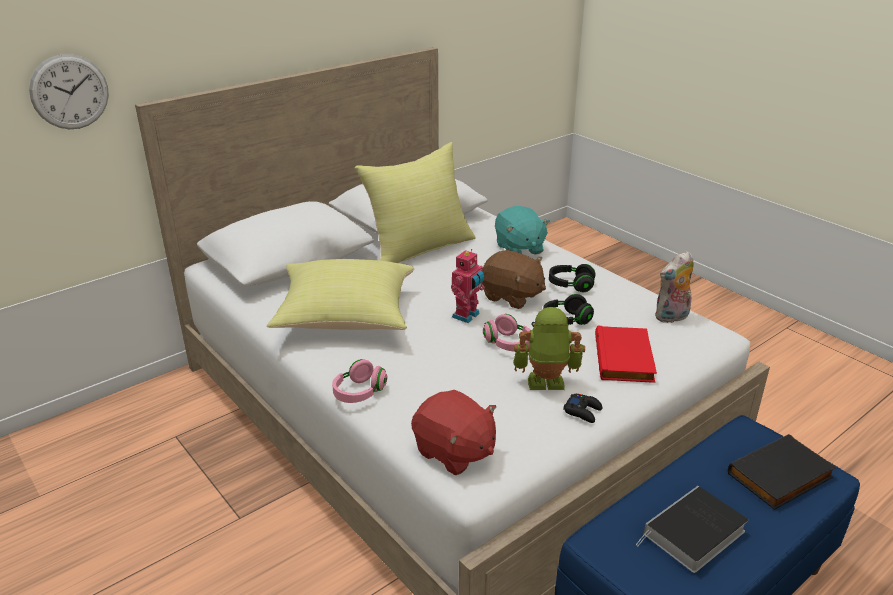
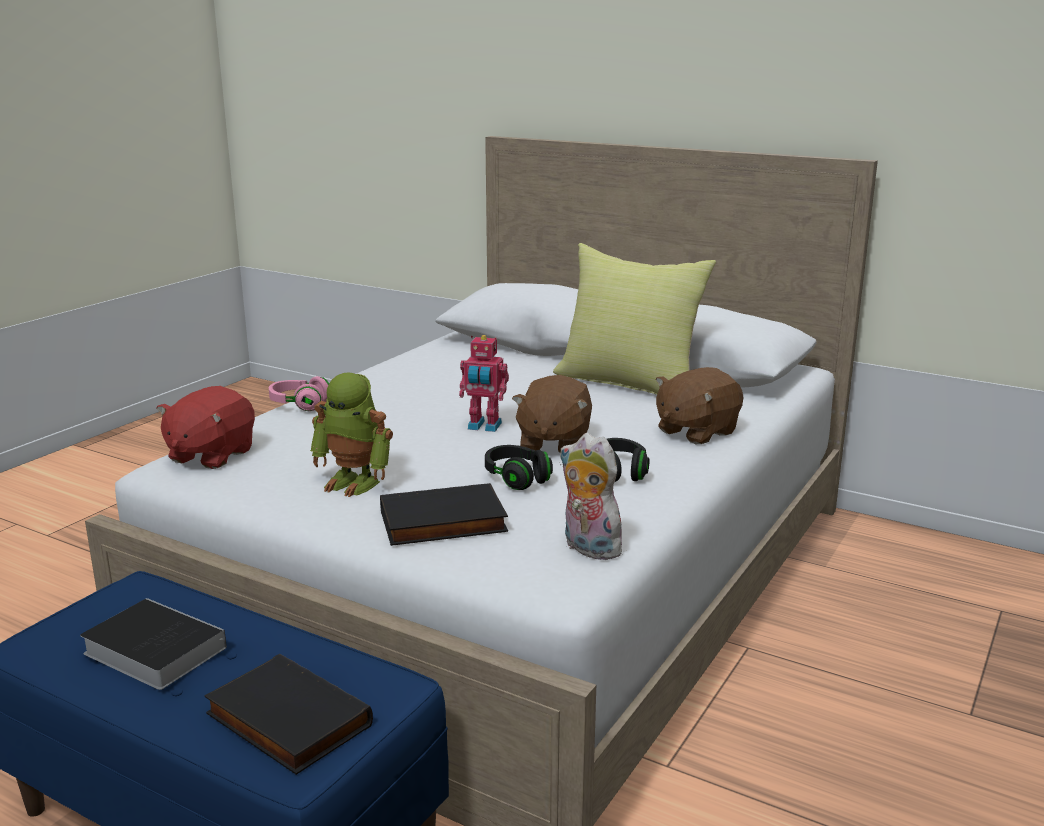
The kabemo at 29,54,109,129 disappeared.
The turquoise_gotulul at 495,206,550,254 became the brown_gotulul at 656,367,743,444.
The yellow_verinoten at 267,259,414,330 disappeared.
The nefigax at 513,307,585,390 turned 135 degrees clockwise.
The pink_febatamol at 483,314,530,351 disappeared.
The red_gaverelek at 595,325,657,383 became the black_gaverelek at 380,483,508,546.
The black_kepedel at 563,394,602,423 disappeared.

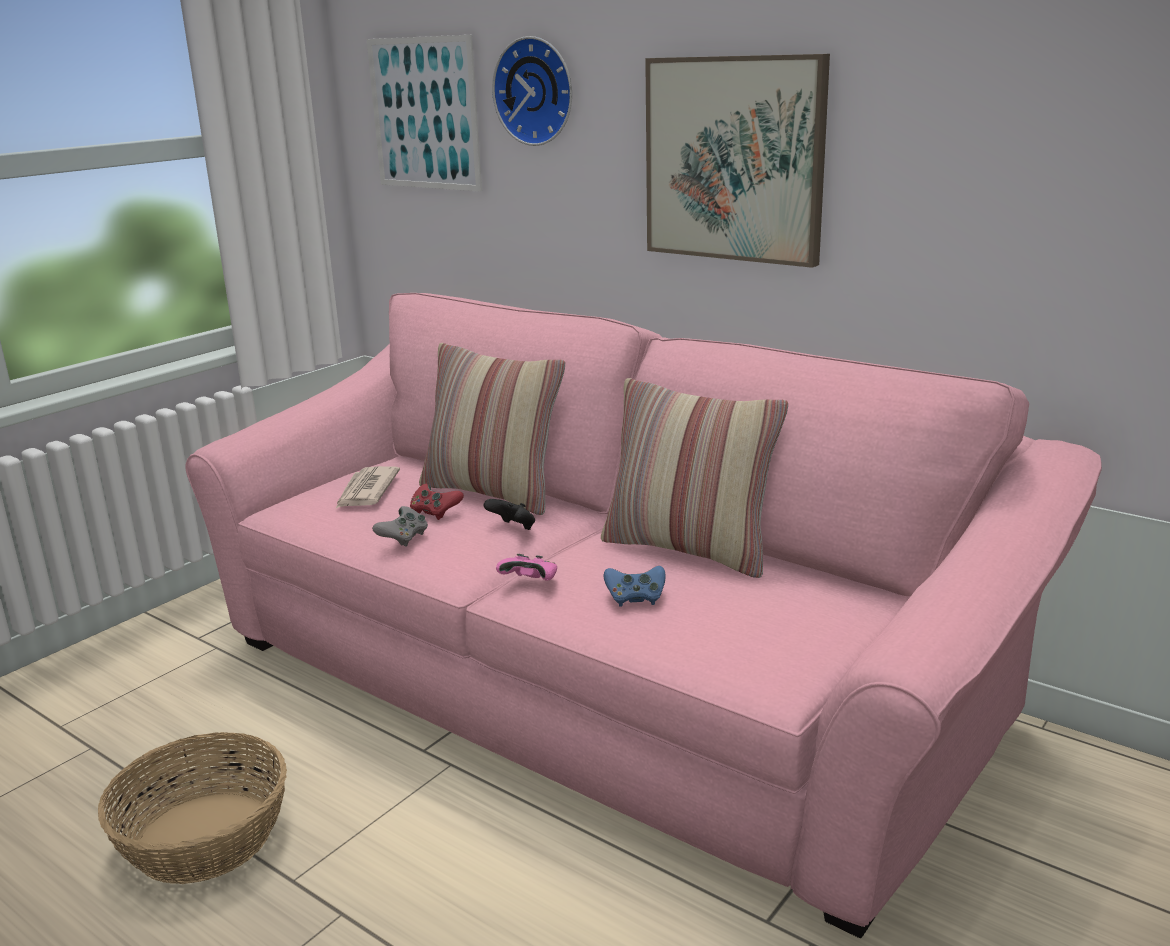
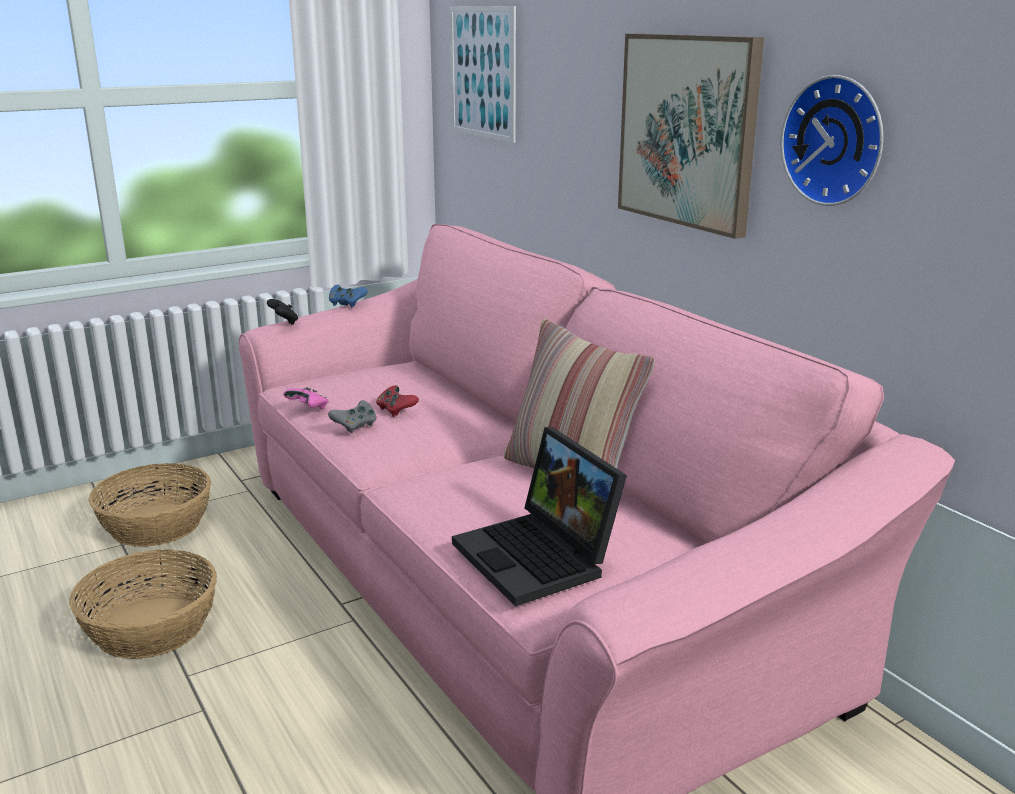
The kabemo moved from 492,36,572,146 to 781,75,883,206.
The verinoten at 419,343,565,515 disappeared.
The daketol at 335,466,400,509 disappeared.
The black_kepedel moved from 484,499,535,530 to 267,299,298,325.
The pink_kepedel moved from 496,554,557,581 to 283,387,329,409.
The blue_kepedel moved from 604,566,665,606 to 329,285,368,308.
The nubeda at 452,427,627,606 appeared.
The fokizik at 88,463,211,547 appeared.

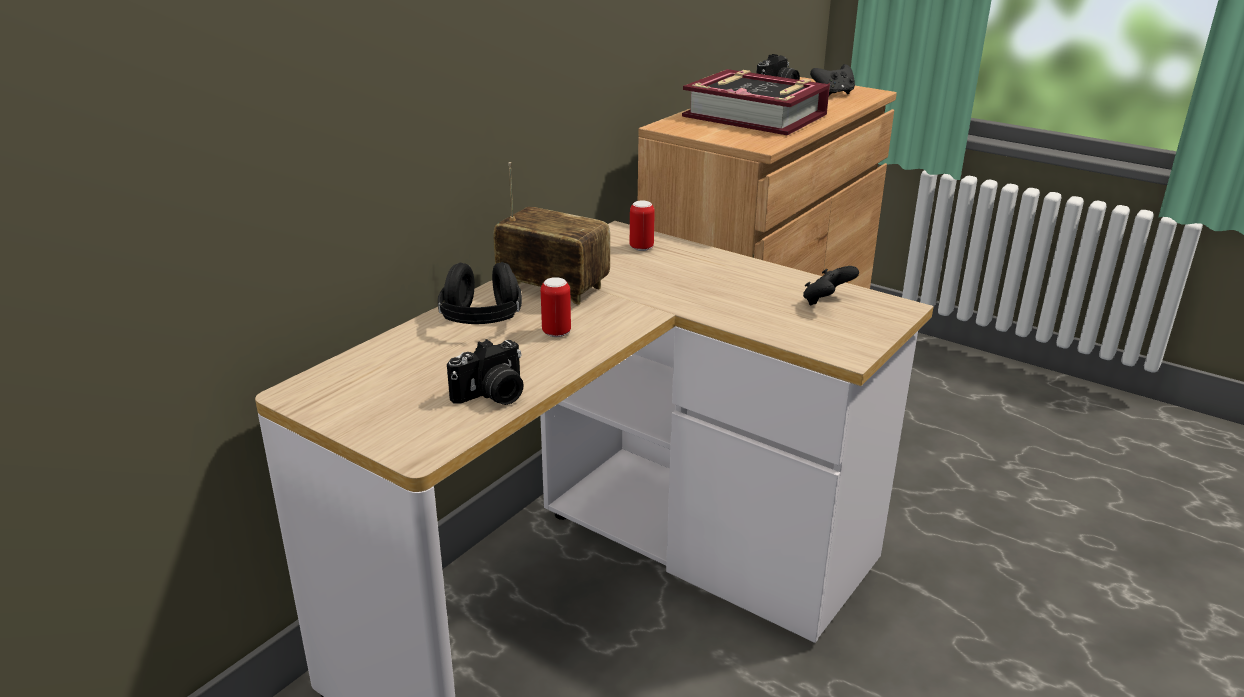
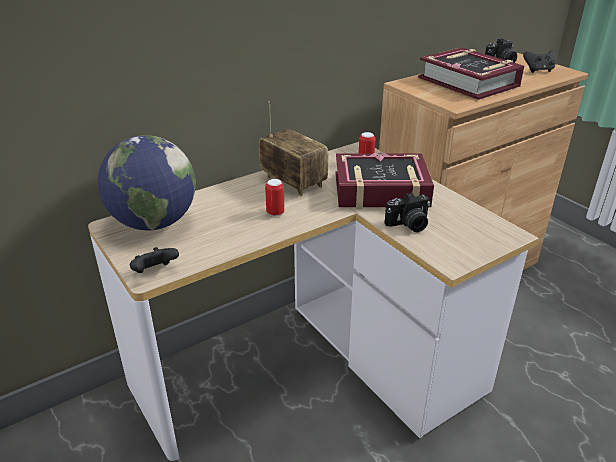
The black_febatamol at 438,262,522,324 disappeared.
The black_kepedel moved from 803,266,859,305 to 130,247,179,273.
The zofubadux moved from 447,339,524,405 to 384,192,430,232.
The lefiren at 98,135,196,231 appeared.
The gaverelek at 335,153,434,209 appeared.

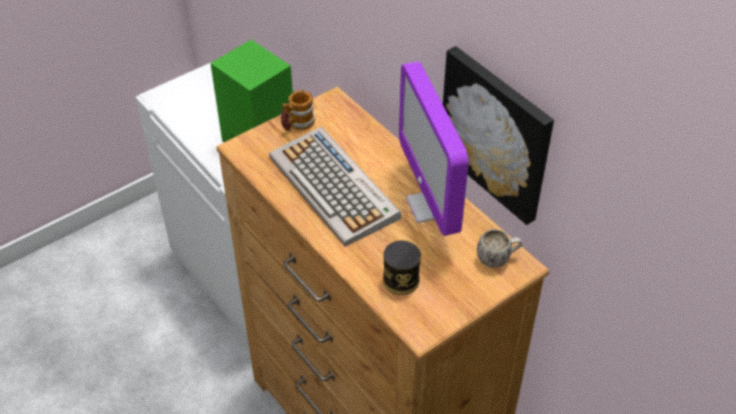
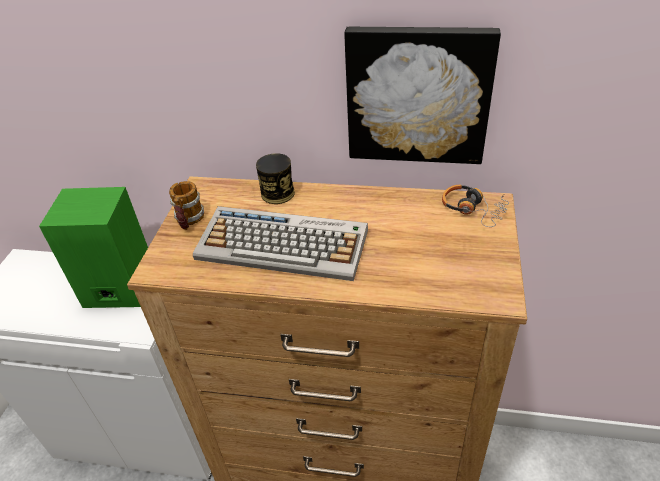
The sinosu at 399,61,469,236 disappeared.
The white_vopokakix at 477,229,522,268 was replaced by the febatamol at 442,184,509,227.
The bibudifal moved from 383,240,421,295 to 256,153,295,204.

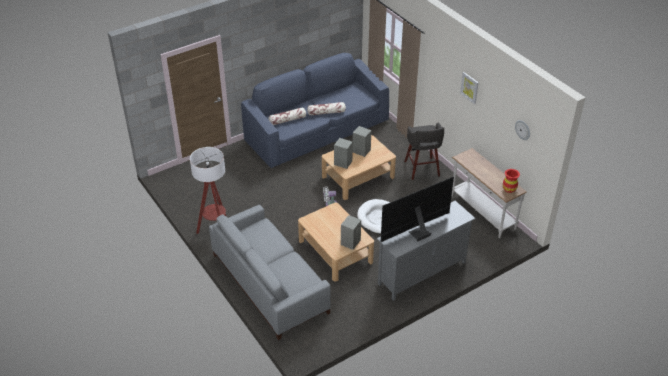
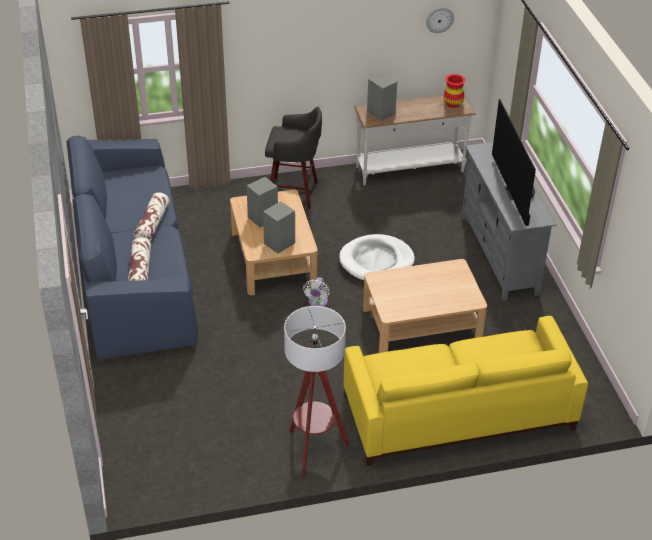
The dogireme at 460,72,479,104 disappeared.
The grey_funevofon at 209,205,331,340 became the yellow_funevofon at 343,316,588,466.
The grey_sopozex moved from 341,215,361,250 to 367,73,397,121.

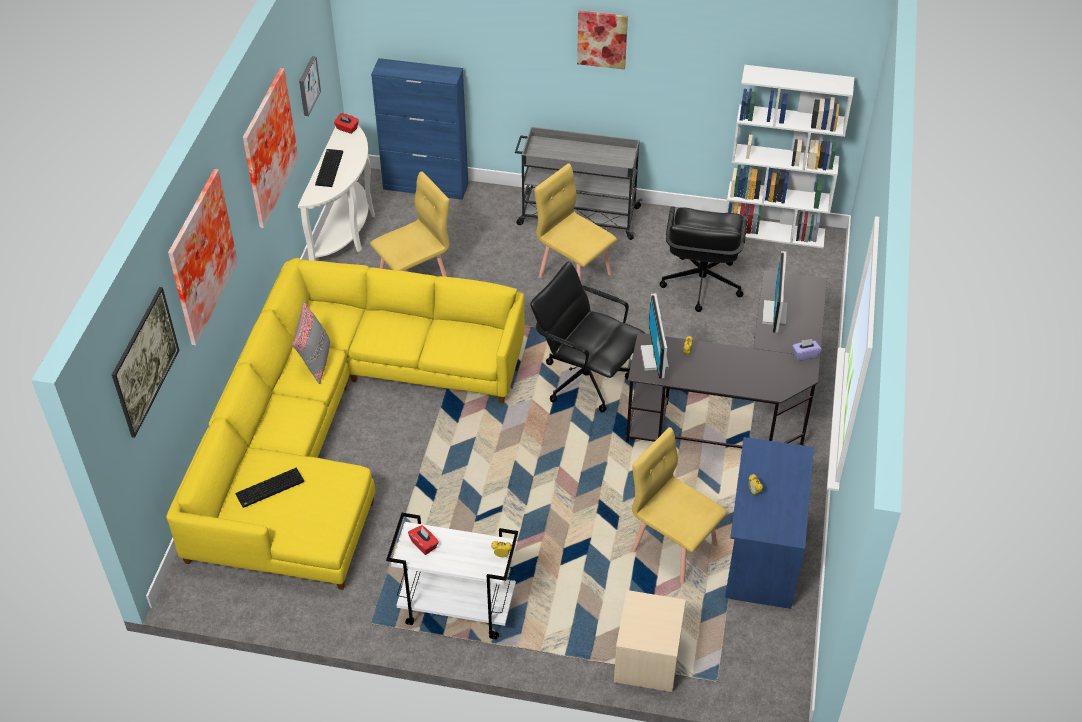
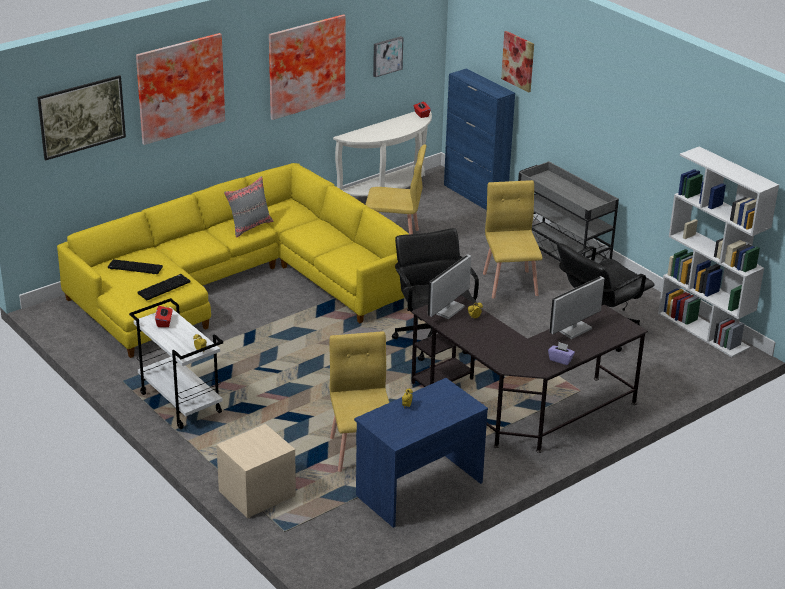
The dogireme moved from 577,11,628,70 to 501,31,534,93.
The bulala moved from 315,149,343,187 to 138,274,190,300.

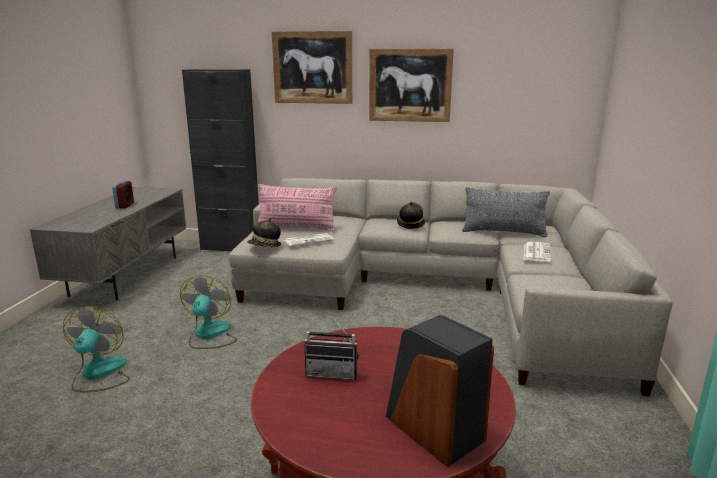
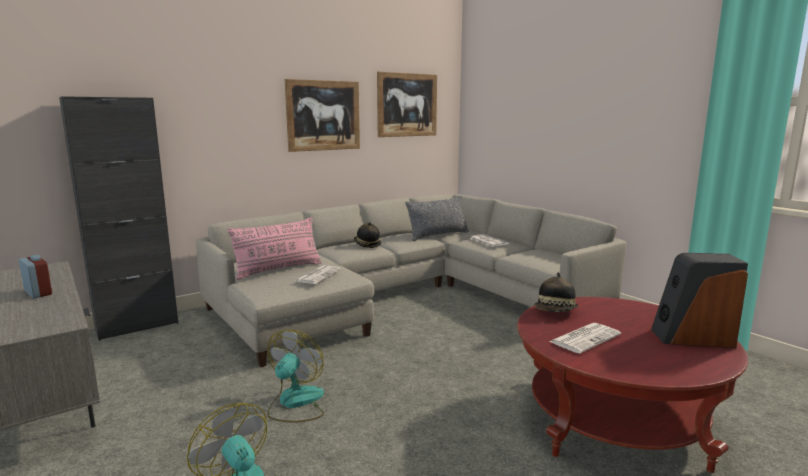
The dogireme moved from 272,31,352,104 to 377,72,437,137.
The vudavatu moved from 247,218,281,247 to 535,272,579,312.
The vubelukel at 180,275,237,349 turned 60 degrees clockwise.
The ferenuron at 304,312,359,380 was replaced by the daketol at 549,323,621,354.

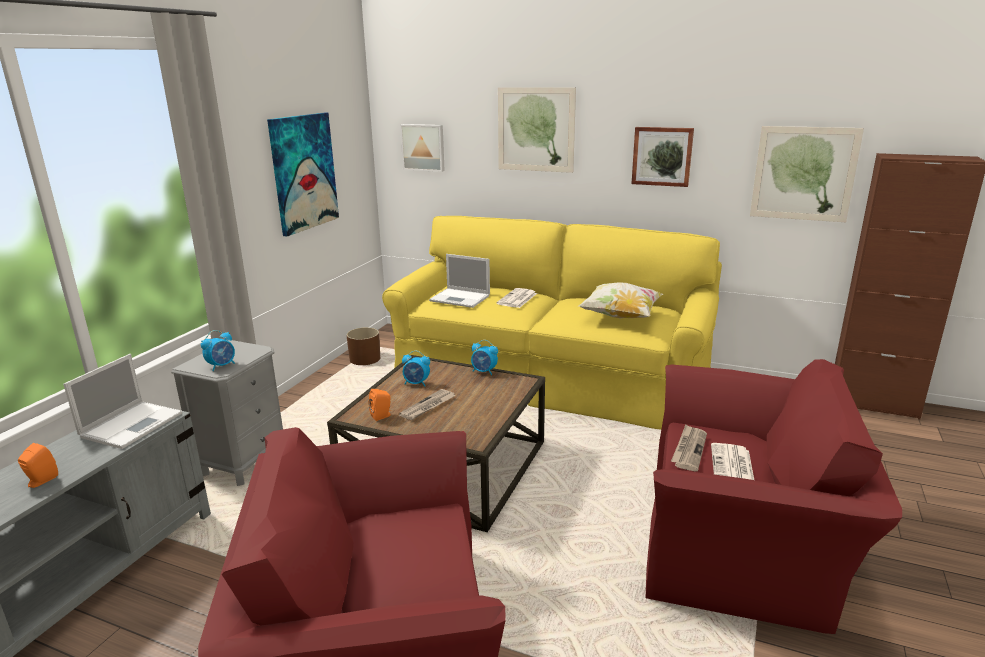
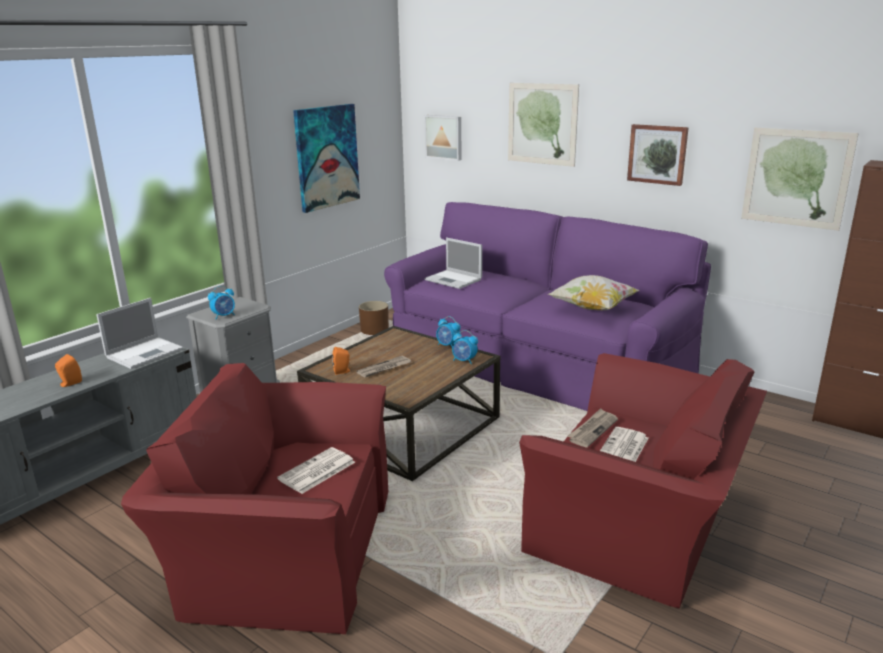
The yellow_funevofon at 382,216,722,430 became the purple_funevofon at 384,202,711,411.
The daketol moved from 497,288,537,308 to 277,447,355,494.
The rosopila moved from 402,351,430,386 to 452,330,478,364.

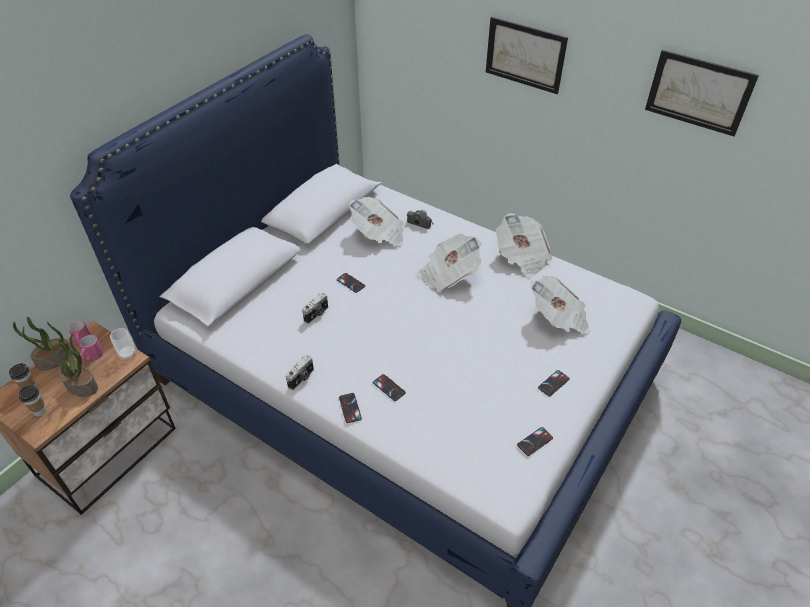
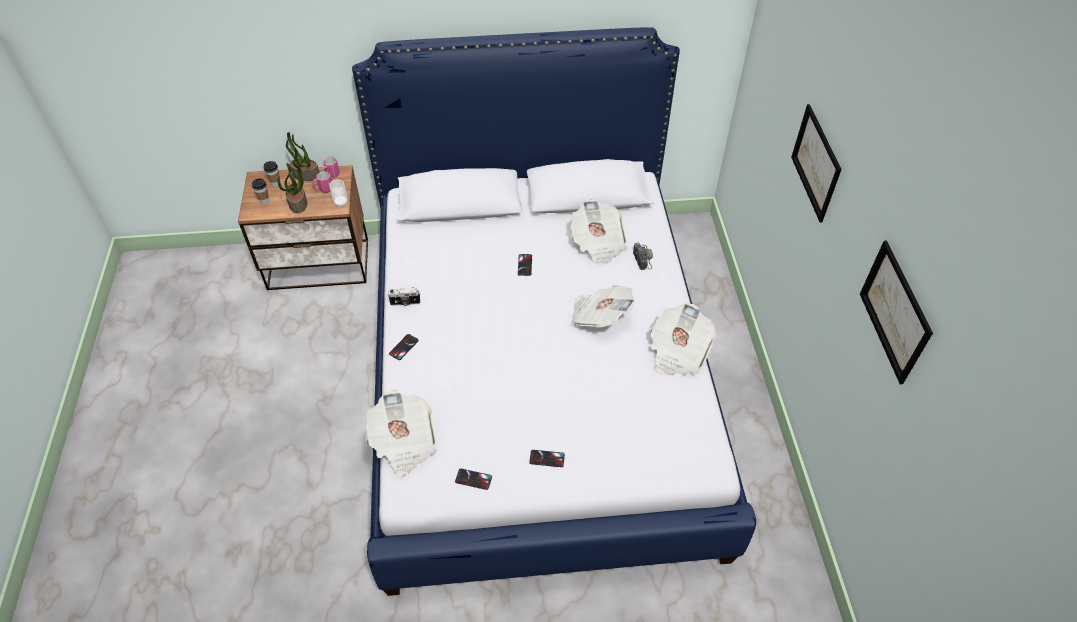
The daketol moved from 531,276,590,334 to 366,390,436,476.
The zofubadux at 302,292,328,324 disappeared.
The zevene at 373,374,406,401 disappeared.

